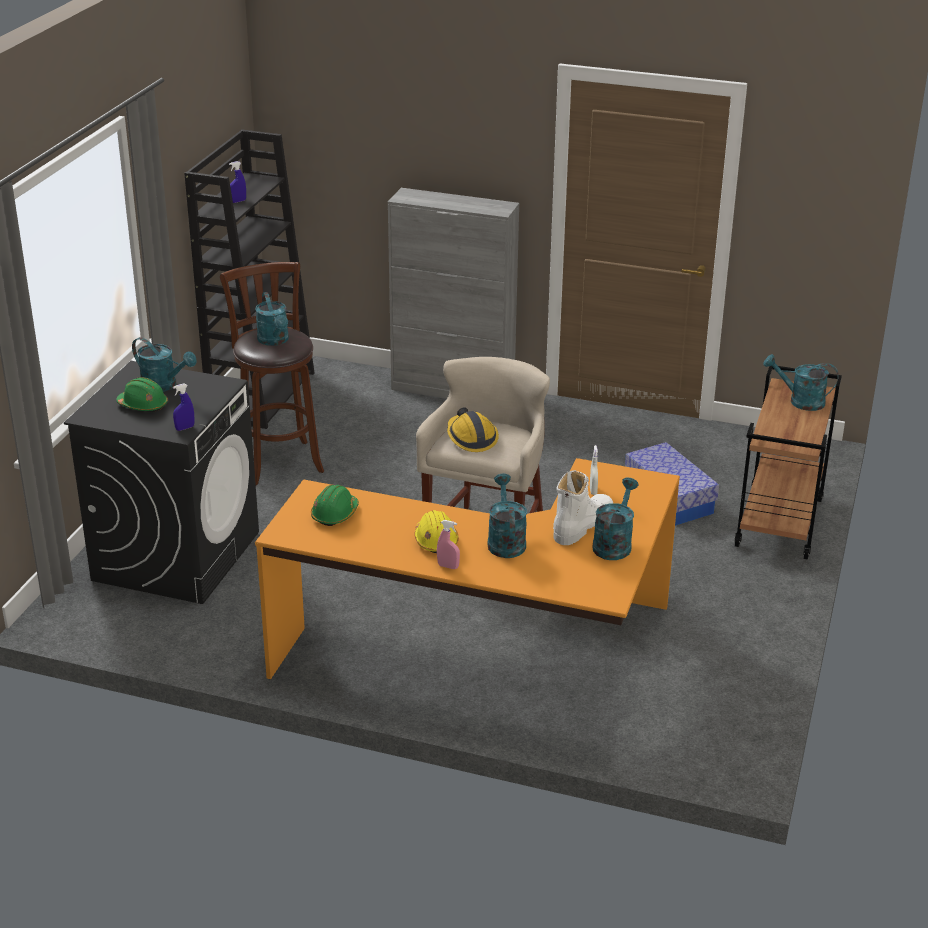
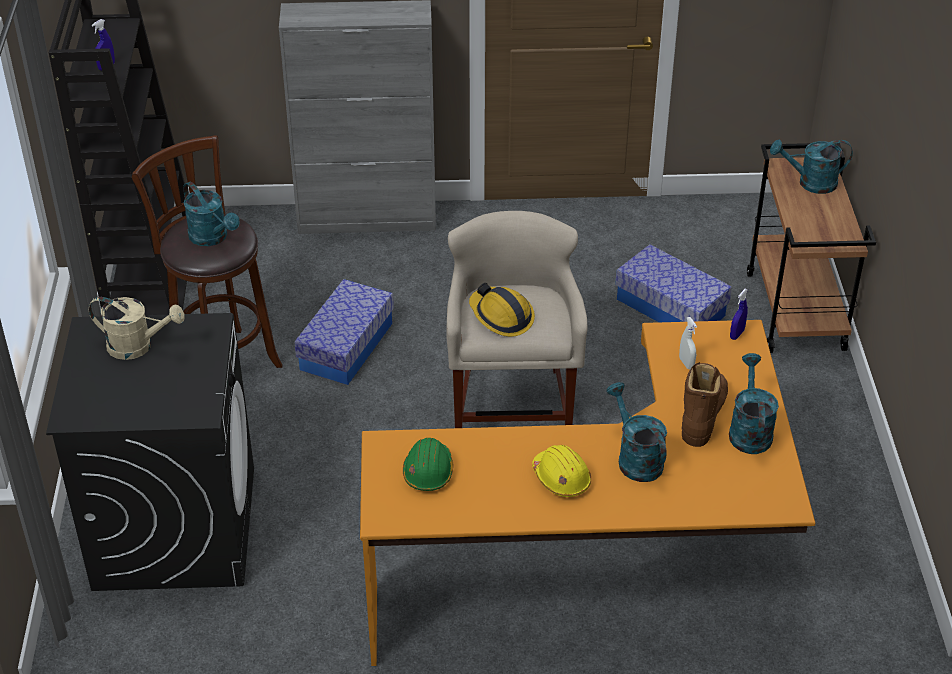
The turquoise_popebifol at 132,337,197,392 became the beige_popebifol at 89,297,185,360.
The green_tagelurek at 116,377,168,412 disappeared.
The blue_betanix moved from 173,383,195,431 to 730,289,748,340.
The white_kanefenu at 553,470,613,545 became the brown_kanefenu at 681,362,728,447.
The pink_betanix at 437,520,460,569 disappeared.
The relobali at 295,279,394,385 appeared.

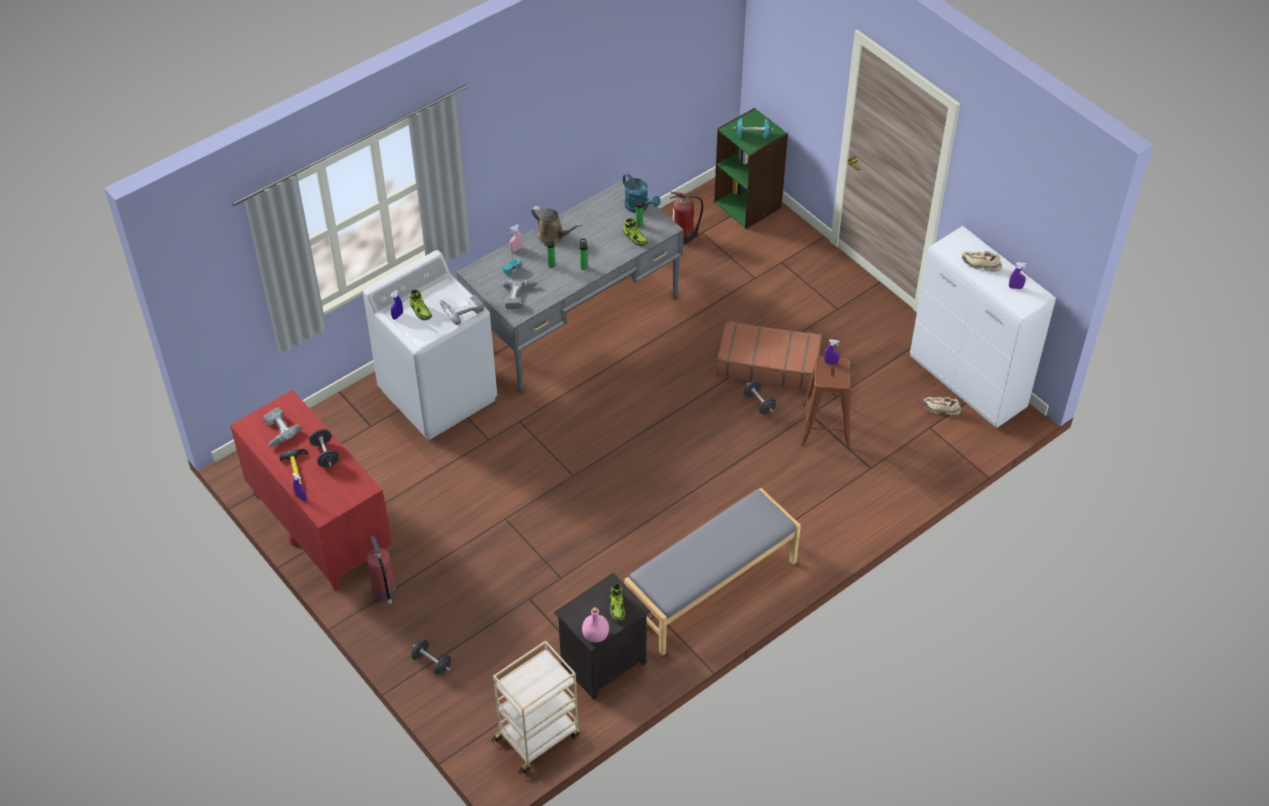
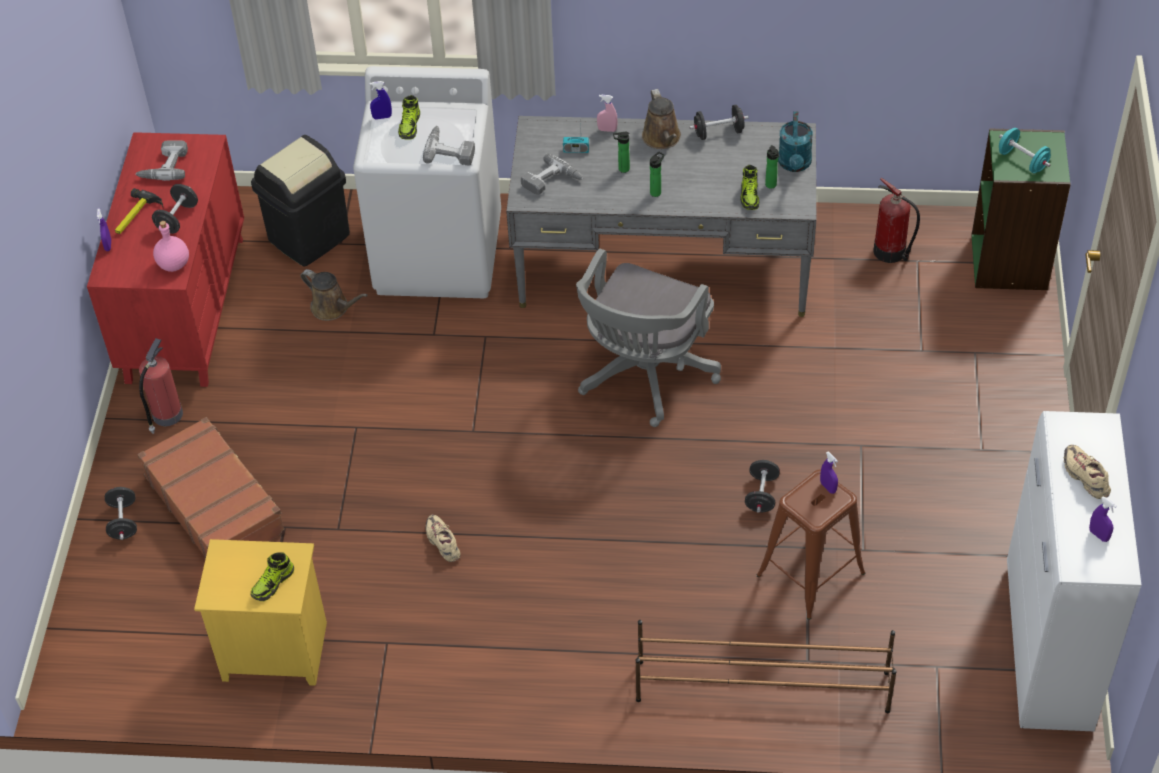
The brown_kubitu moved from 717,321,822,389 to 138,417,285,559.
The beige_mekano moved from 923,397,961,415 to 425,515,461,562.
The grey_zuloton at 624,488,801,656 disappeared.
The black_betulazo at 554,573,650,700 became the yellow_betulazo at 194,539,327,686.
The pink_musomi moved from 582,607,609,643 to 153,221,189,272.
The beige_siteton at 491,640,580,775 disappeared.
The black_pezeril at 689,105,749,140 appeared.
The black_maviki at 251,135,350,266 appeared.
The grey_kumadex at 576,249,721,427 appeared.
The brown_popebifol at 300,269,368,321 appeared.
The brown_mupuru at 635,620,897,713 appeared.

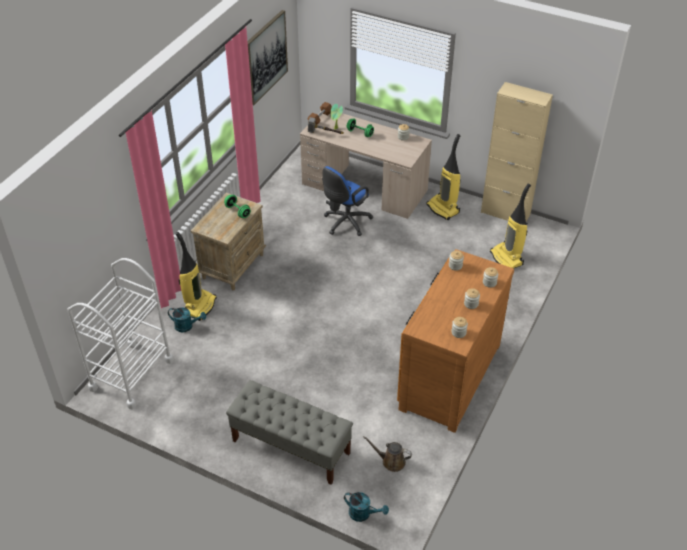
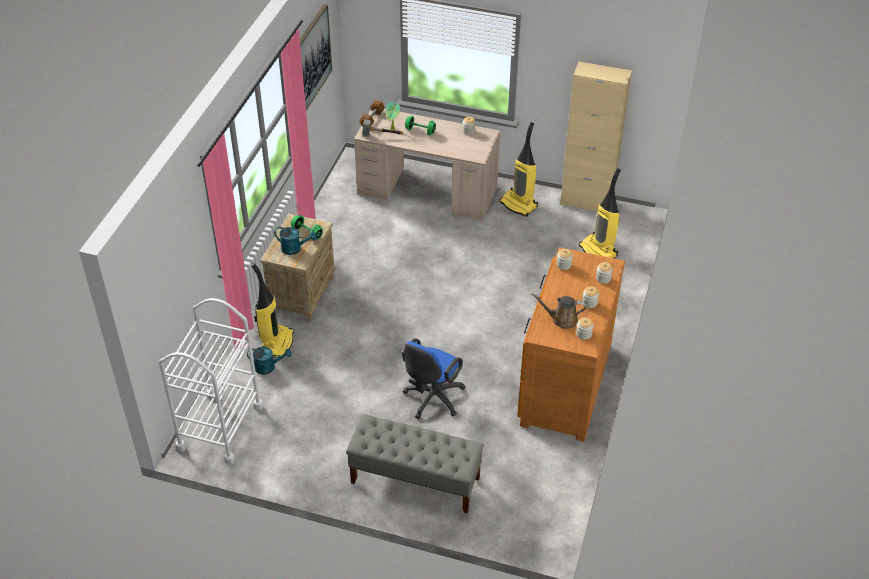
The blue_kumadex moved from 322,166,373,236 to 402,338,465,419.
The brown_popebifol moved from 363,436,412,472 to 531,293,586,329.
The turquoise_popebifol moved from 344,492,389,522 to 274,227,317,255.

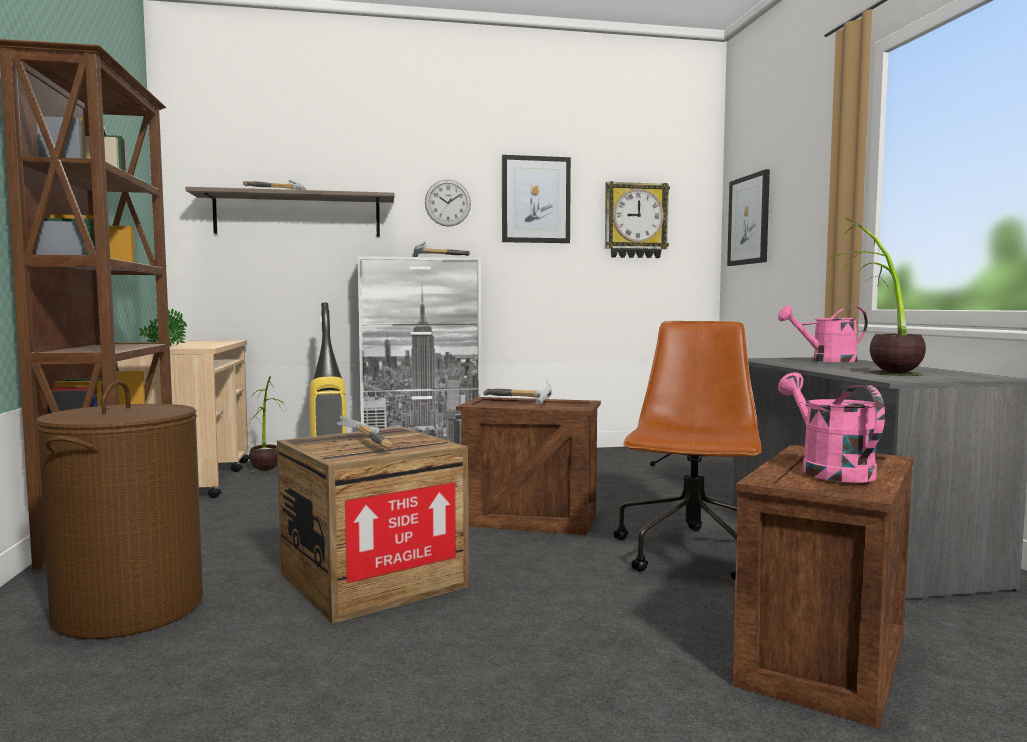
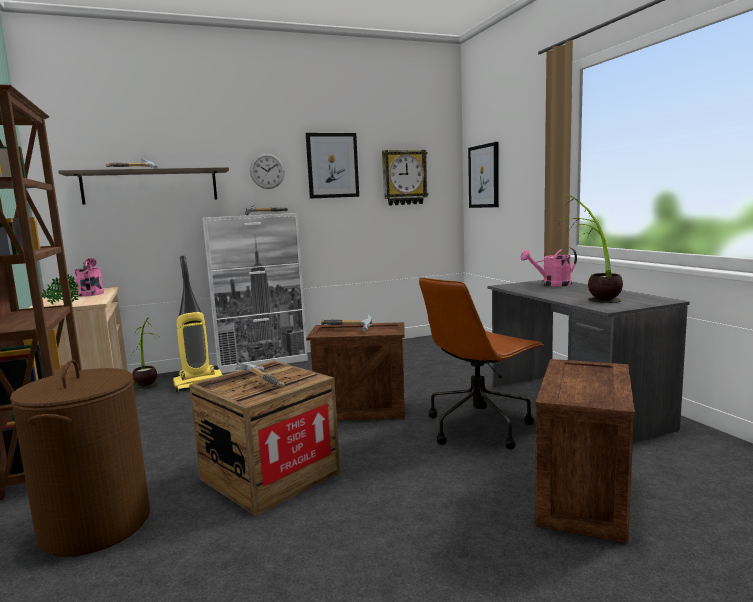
The brown_kumadex at 613,321,762,580 turned 135 degrees counterclockwise.
The pink_popebifol moved from 778,372,885,483 to 74,258,104,297.

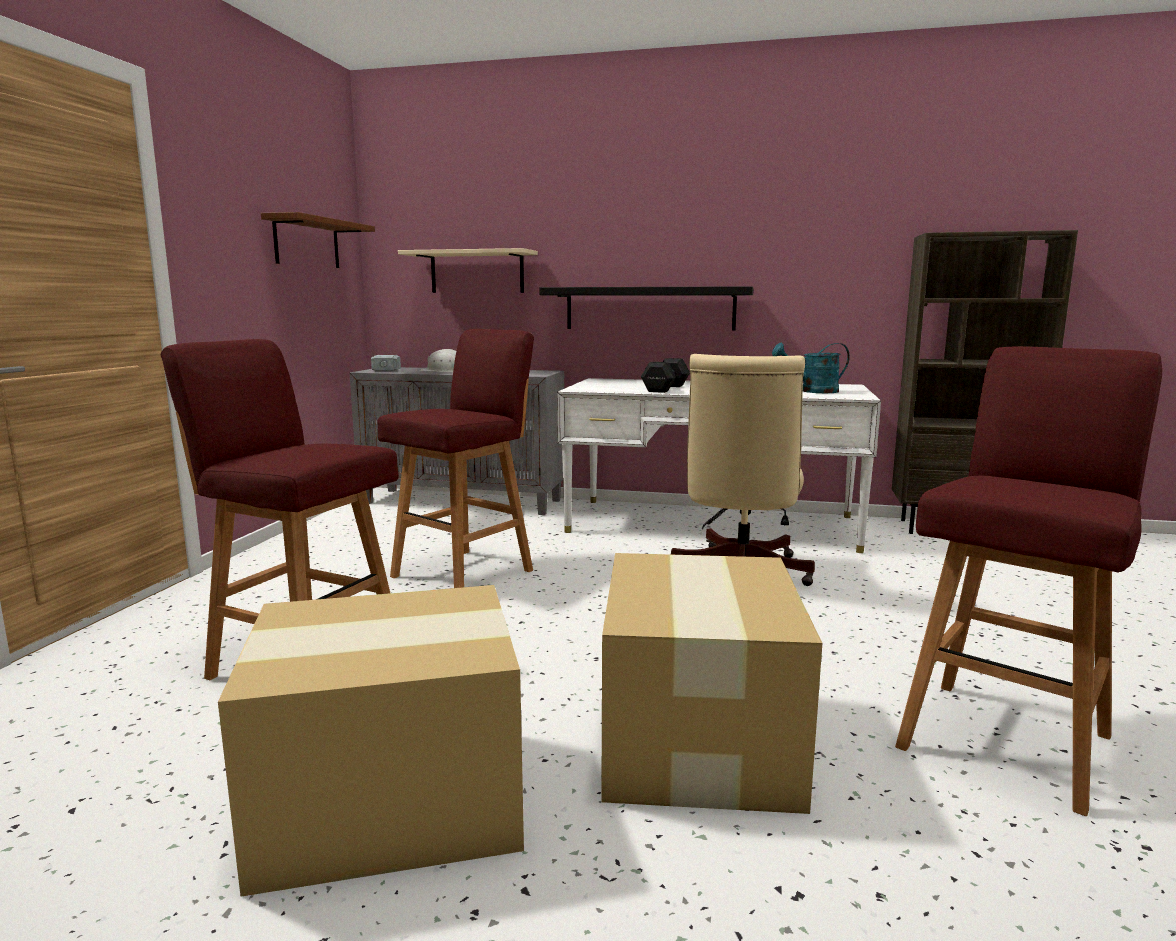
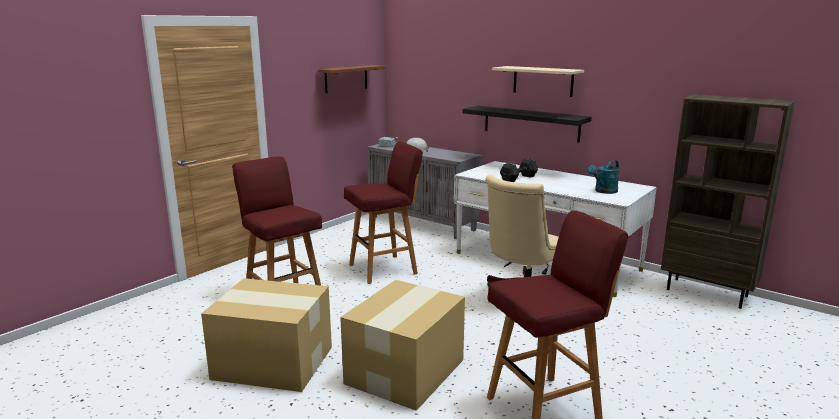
The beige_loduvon moved from 398,248,538,293 to 492,66,584,97.
The turquoise_popebifol at 772,342,850,393 turned 60 degrees counterclockwise.

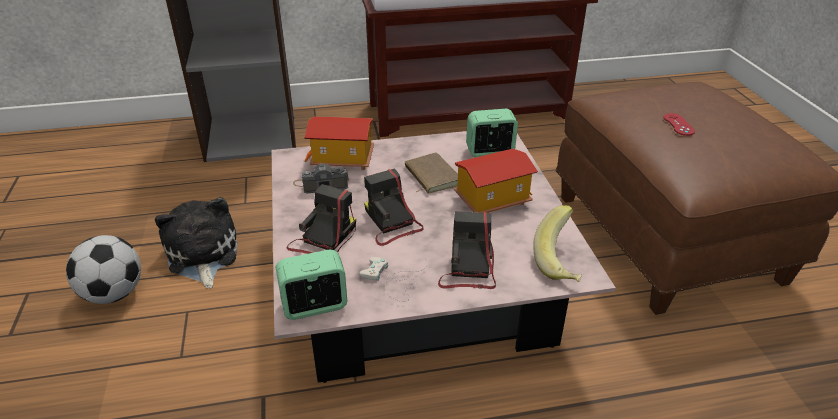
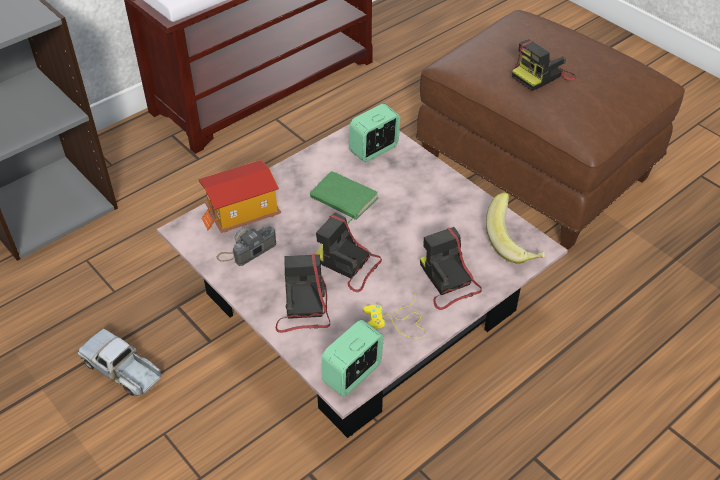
The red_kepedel at 663,113,695,136 was replaced by the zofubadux at 512,40,576,91.
The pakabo at 454,149,538,213 disappeared.
The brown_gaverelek at 405,152,458,194 became the green_gaverelek at 310,171,378,224.
The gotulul at 155,197,238,289 was replaced by the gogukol at 77,329,162,396.
The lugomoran at 66,235,141,304 disappeared.
The white_kepedel at 359,257,427,302 became the yellow_kepedel at 363,288,426,338.

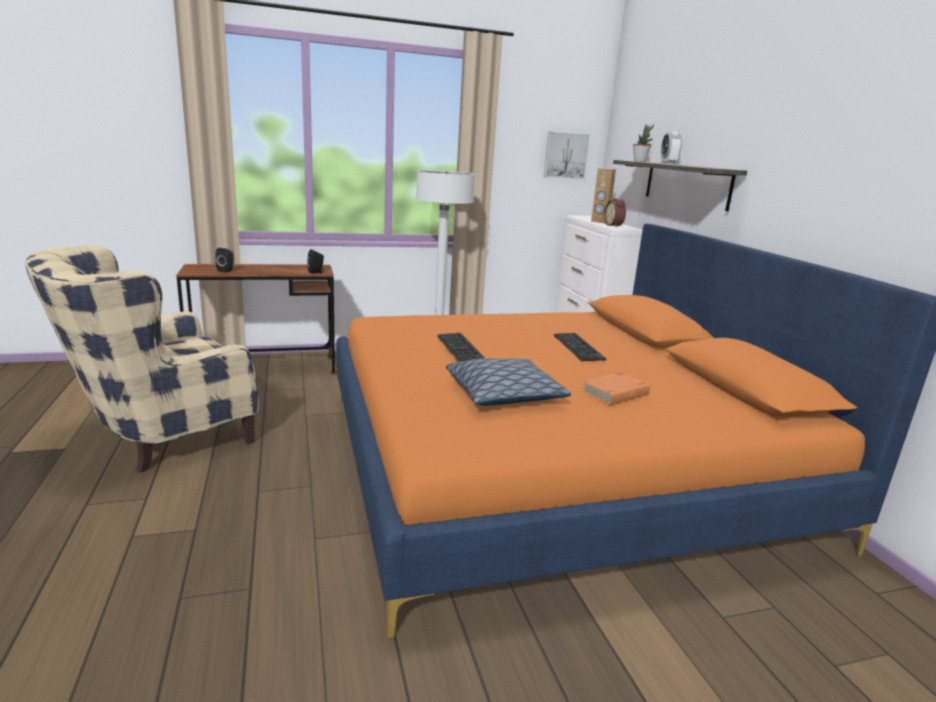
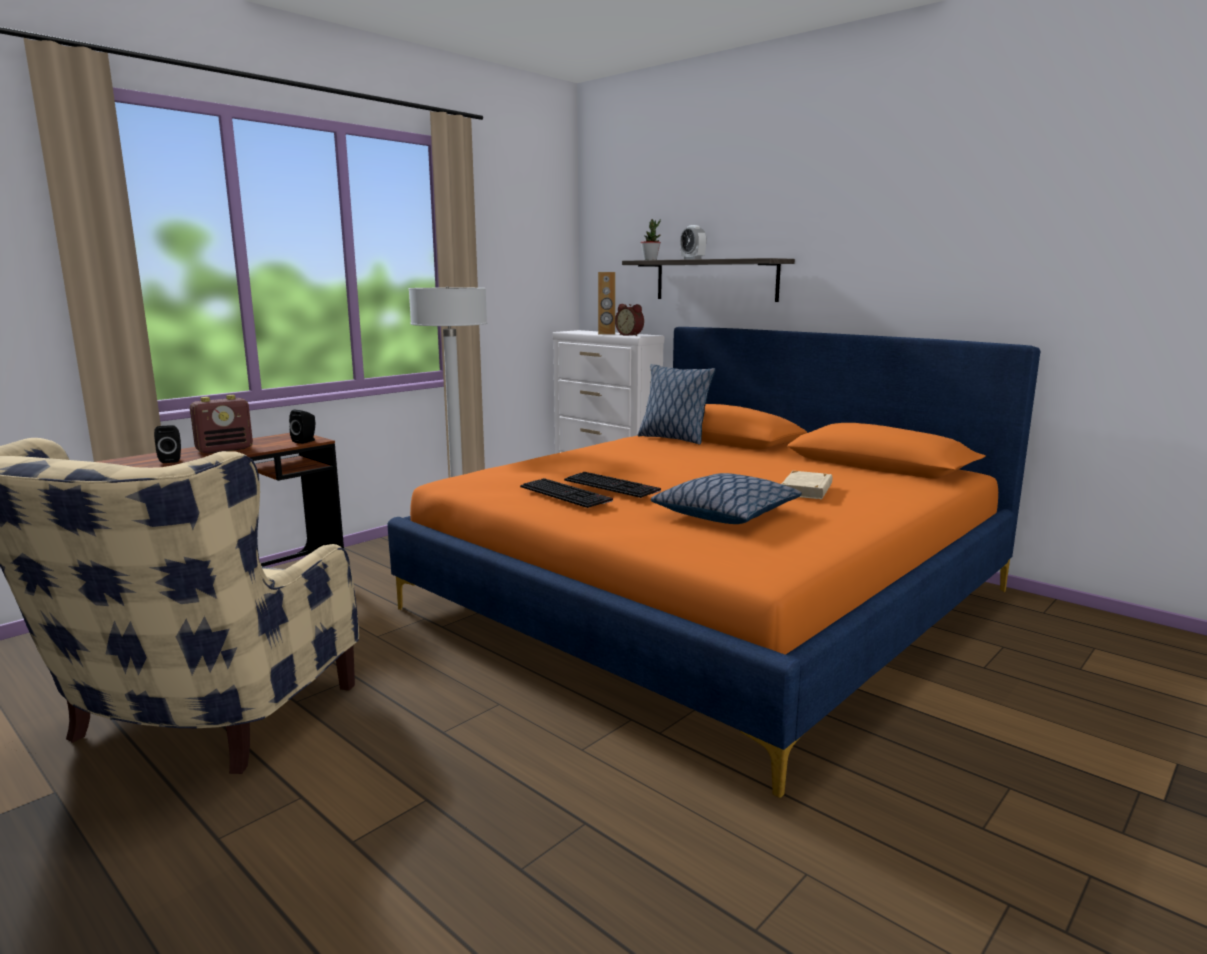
The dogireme at 543,131,590,179 disappeared.
The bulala moved from 554,333,606,361 to 520,478,613,508.
The orange_gaverelek at 582,372,650,405 became the beige_gaverelek at 782,471,832,499.
The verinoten at 638,364,716,445 appeared.
The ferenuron at 190,395,253,454 appeared.

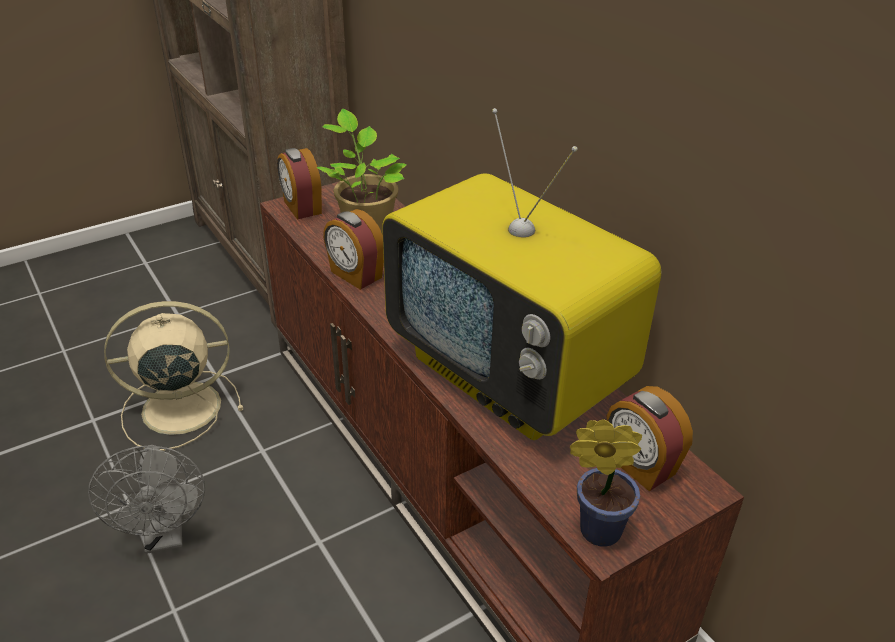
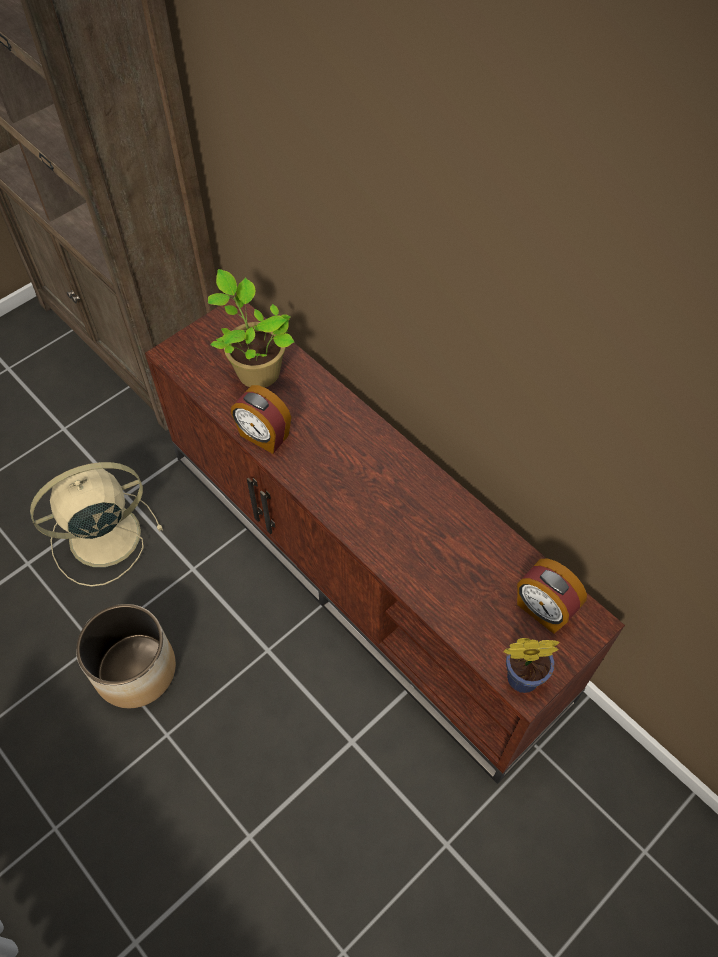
The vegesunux at 382,108,662,440 disappeared.
The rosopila at 277,148,322,219 disappeared.
The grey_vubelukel at 88,445,205,554 was replaced by the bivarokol at 76,604,176,708.

